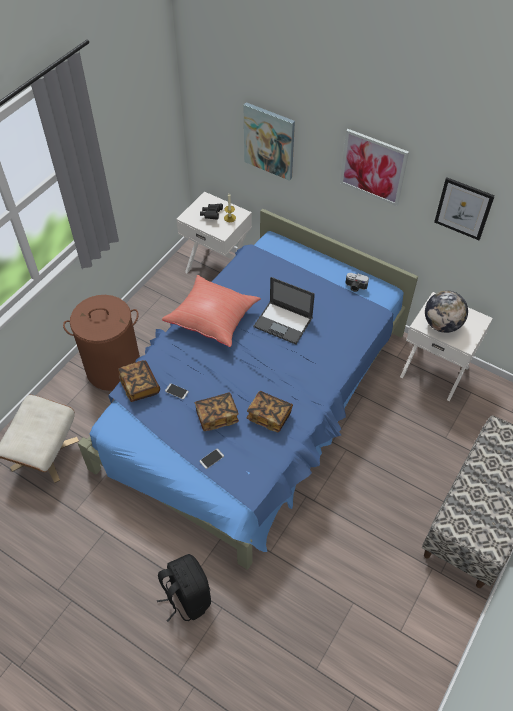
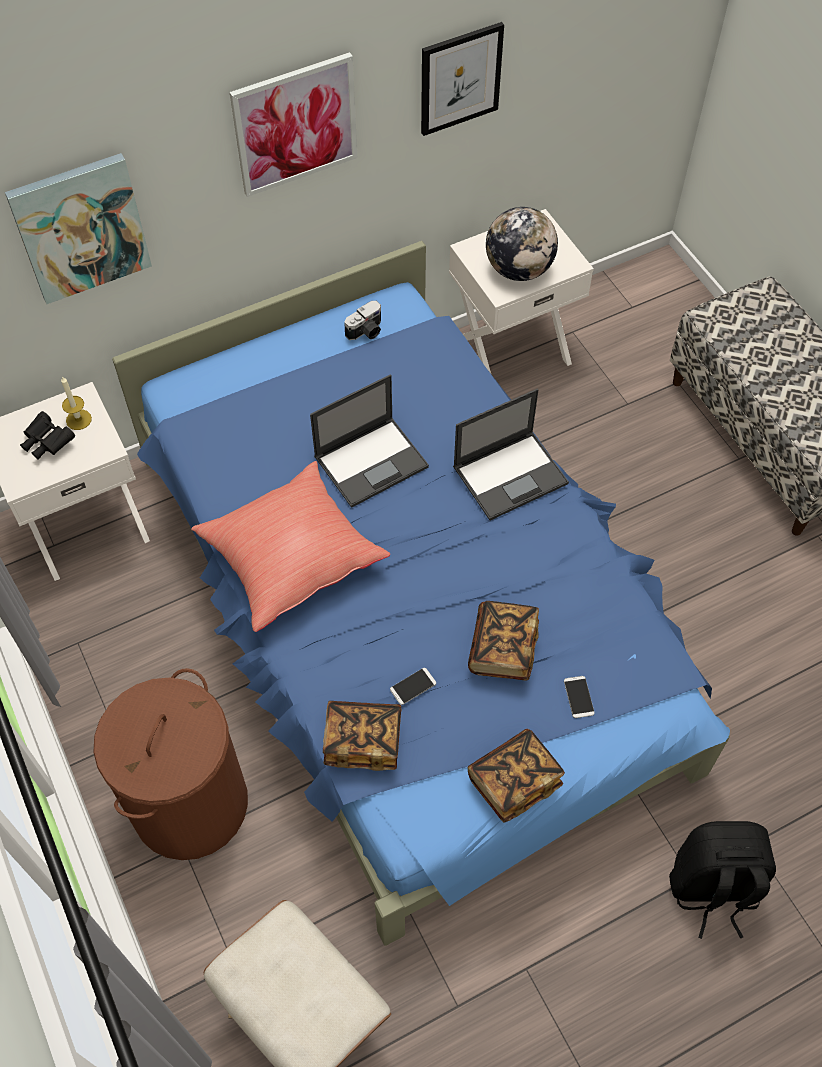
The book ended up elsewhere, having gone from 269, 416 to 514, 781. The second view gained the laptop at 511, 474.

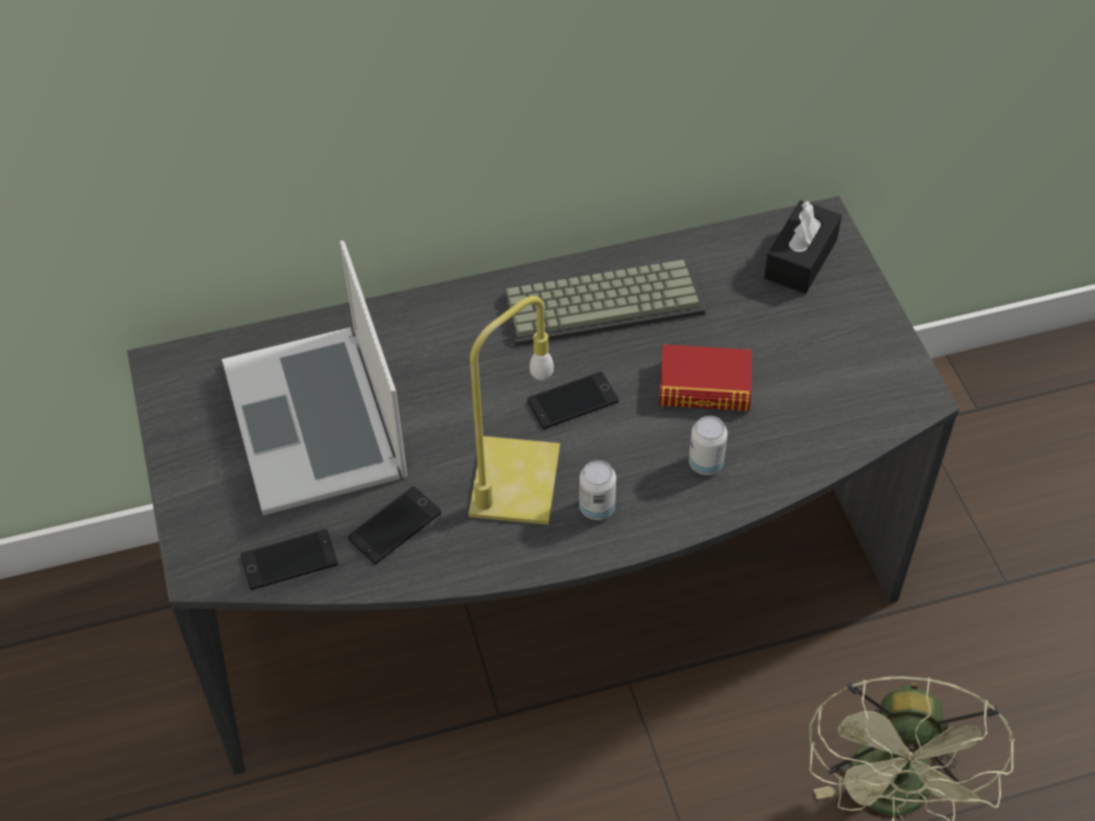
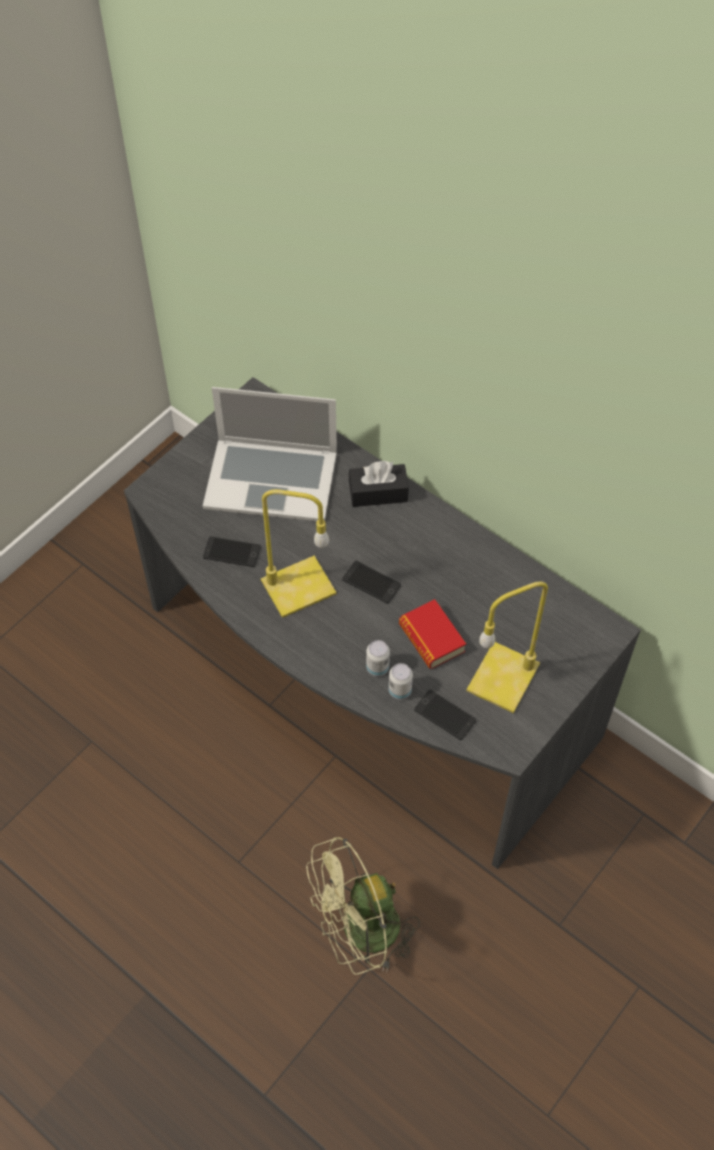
The laptop at 315, 418 ended up facing another way, 120 degrees counterclockwise from before. The phone ended up elsewhere, having gone from 289, 560 to 445, 715. The second view lost the keyboard at 604, 302. The can ended up elsewhere, having gone from 597, 508 to 400, 690. The black tissue box ended up elsewhere, having gone from 800, 259 to 378, 492. The second view gained the yellow table lamp at 503, 675.

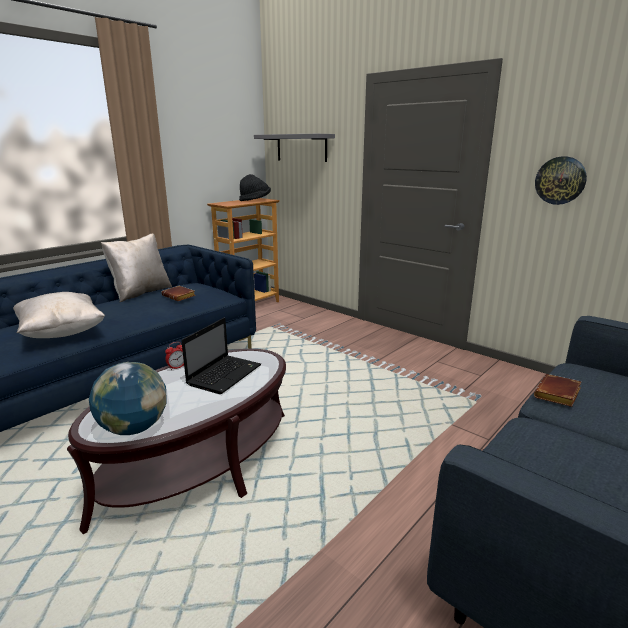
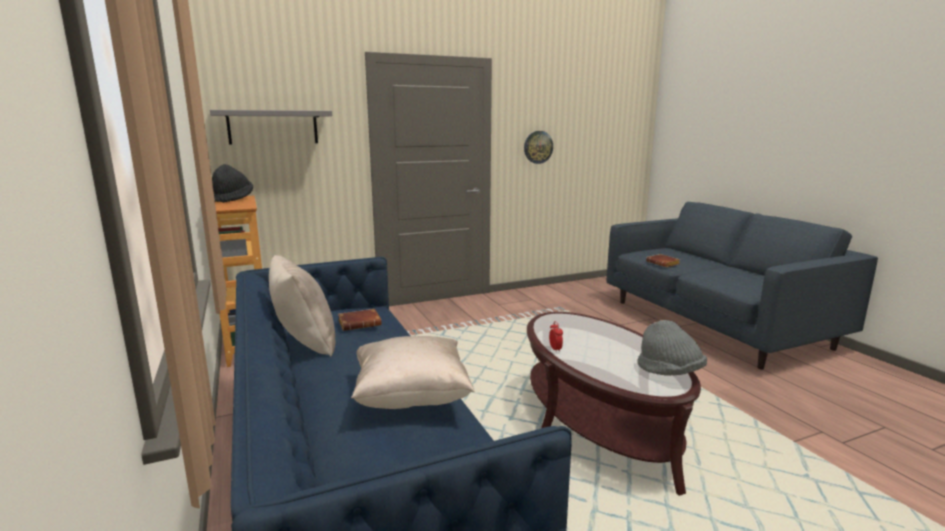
Where the globe stood at 134, 428, the grey hat came to stand at 669, 373. The second view lost the laptop at 225, 374.

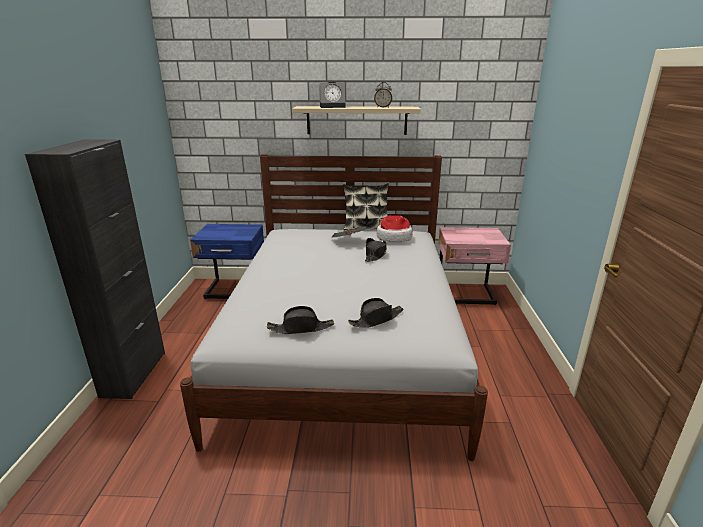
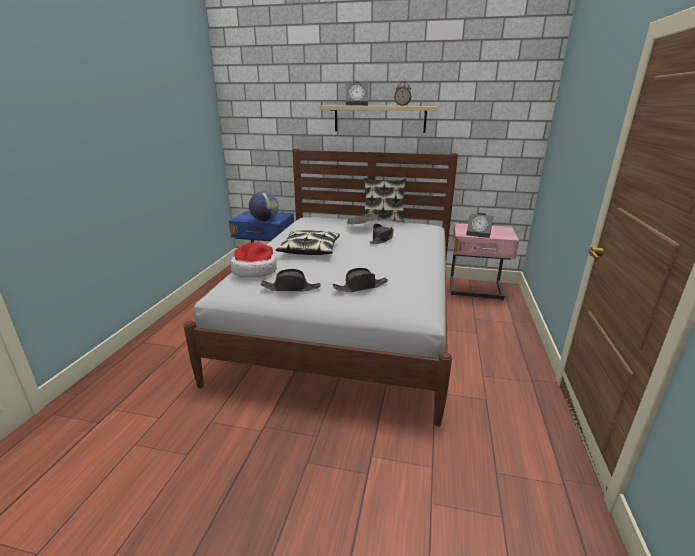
The second view lost the black cabinet at 134, 374. The hat ended up elsewhere, having gone from 394, 237 to 255, 271. The second view gained the globe at 265, 220. The second view gained the pillow at 310, 250. The second view gained the alarm clock at 479, 234.

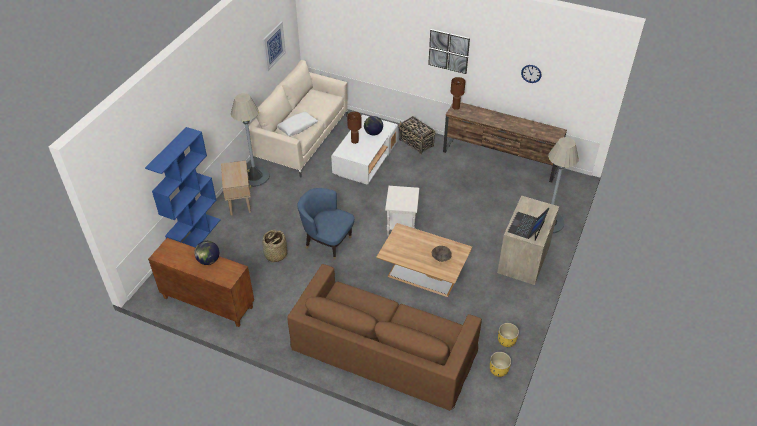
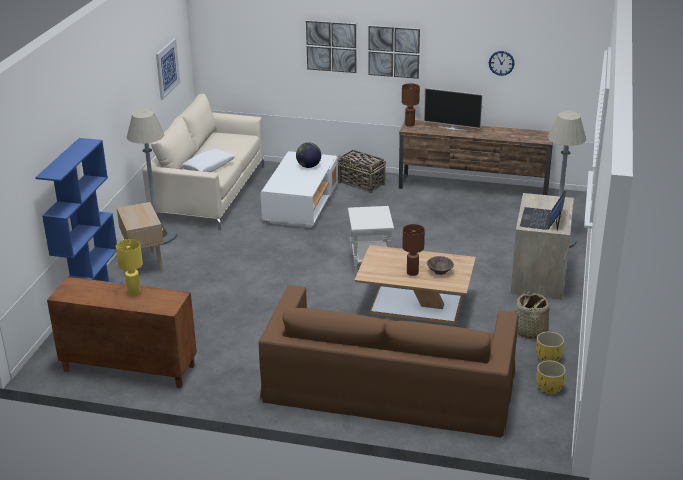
Where the globe stood at 208, 260, the yellow table lamp came to stand at 134, 292. The basket ended up elsewhere, having gone from 275, 254 to 530, 331. The second view lost the blue armchair at 327, 242. The brown table lamp ended up elsewhere, having gone from 355, 141 to 412, 273. The second view gained the picture at 331, 46. The second view gained the television at 452, 128.

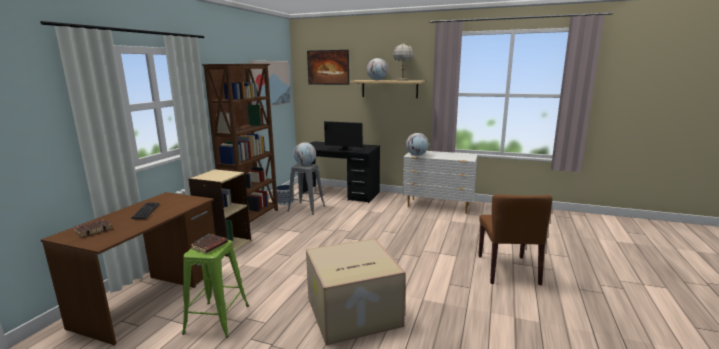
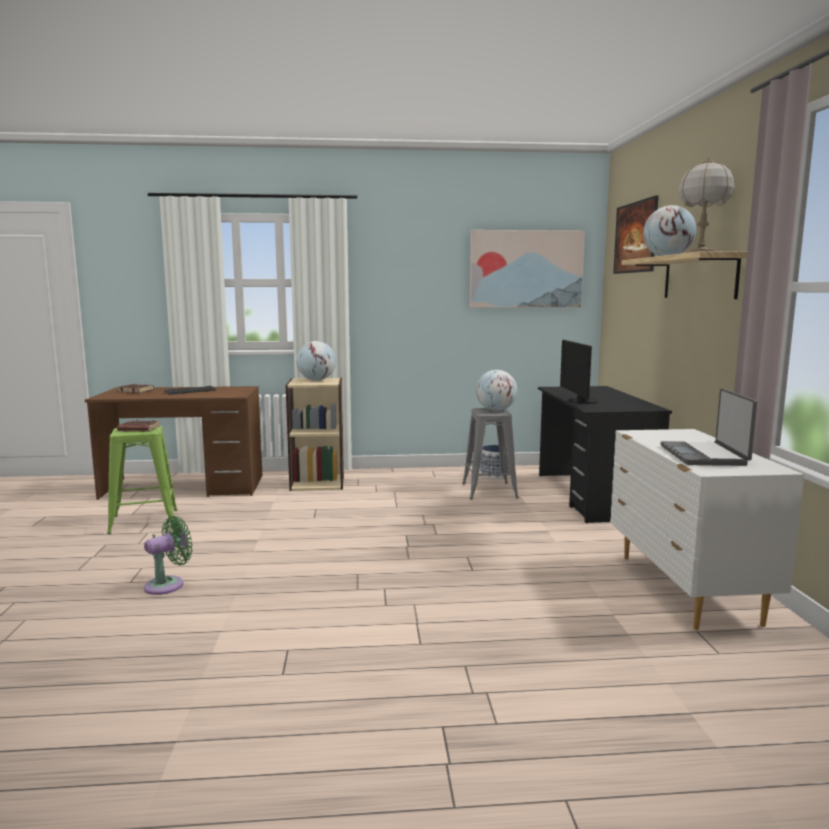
The second view lost the brown bookcase at 252, 219. Where the cardboard box stood at 352, 312, the green fan came to stand at 168, 584. The globe ended up elsewhere, having gone from 416, 155 to 316, 380. The second view lost the brown chair at 508, 270. The second view gained the laptop at 704, 455.

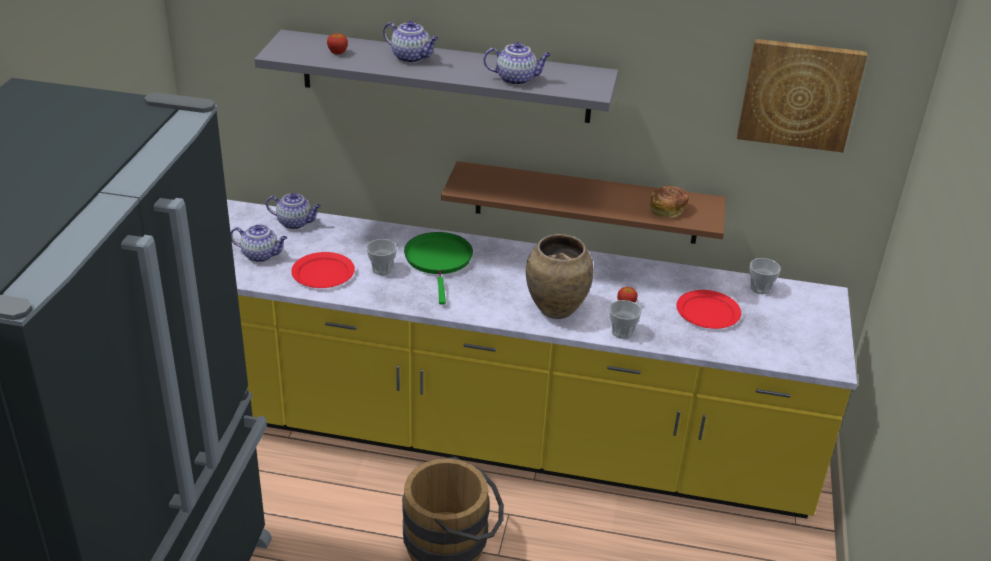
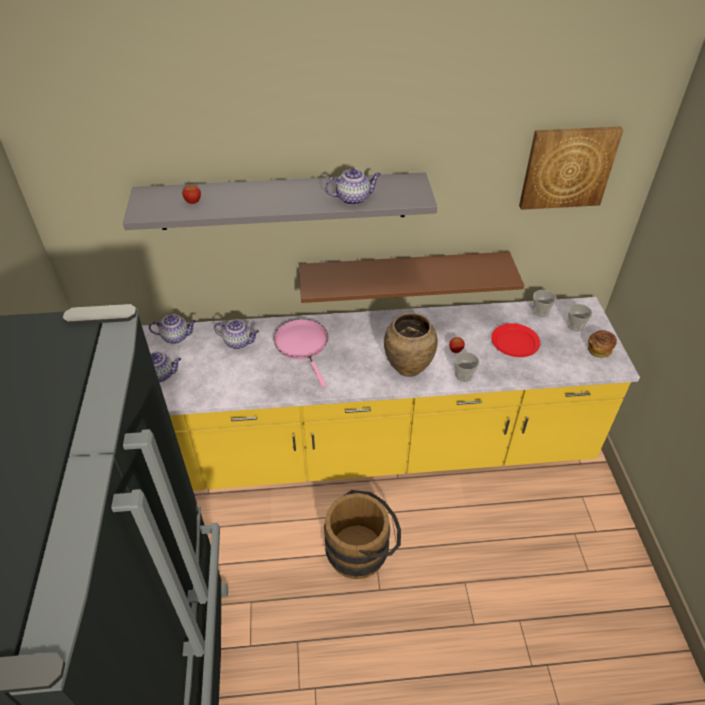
The second view lost the red plate at 323, 273. The cup ended up elsewhere, having gone from 382, 269 to 575, 326. The teapot ended up elsewhere, having gone from 411, 57 to 239, 342. What was the green frying pan at 439, 261 turned into the pink frying pan at 303, 345. The bread ended up elsewhere, having gone from 668, 209 to 600, 348.

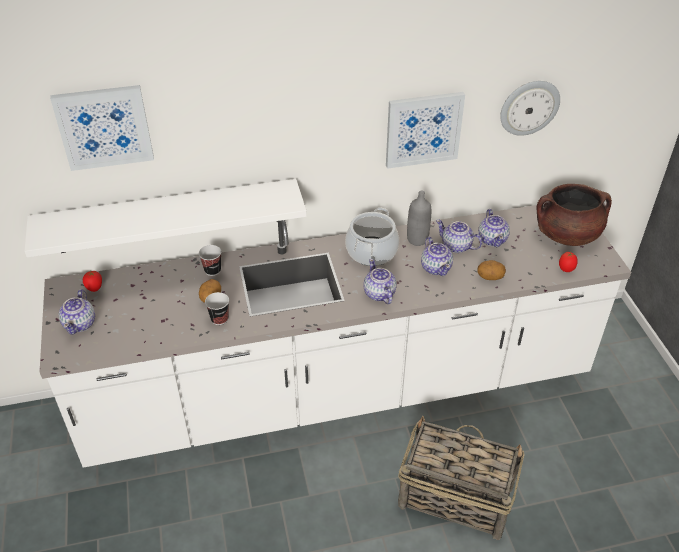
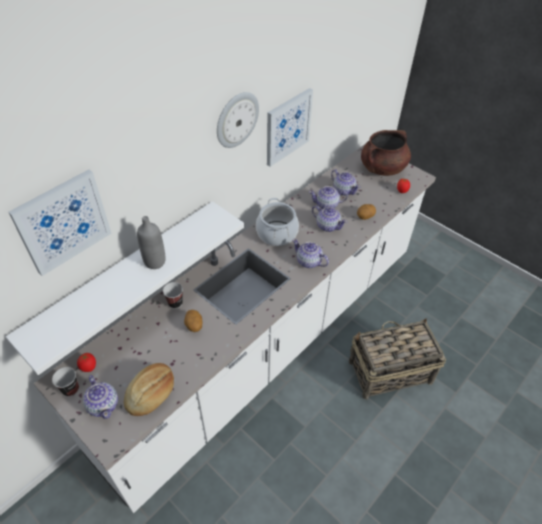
The cup ended up elsewhere, having gone from 219, 319 to 70, 389. The grey bottle ended up elsewhere, having gone from 417, 239 to 155, 262. The wall clock ended up elsewhere, having gone from 529, 107 to 236, 119. The second view gained the bread at 151, 394.

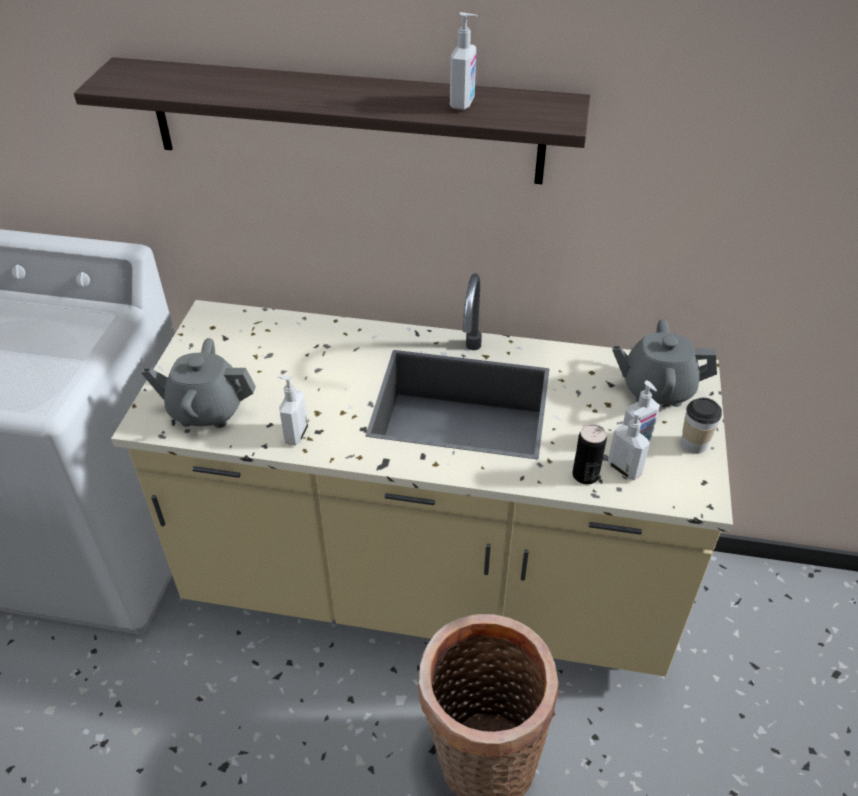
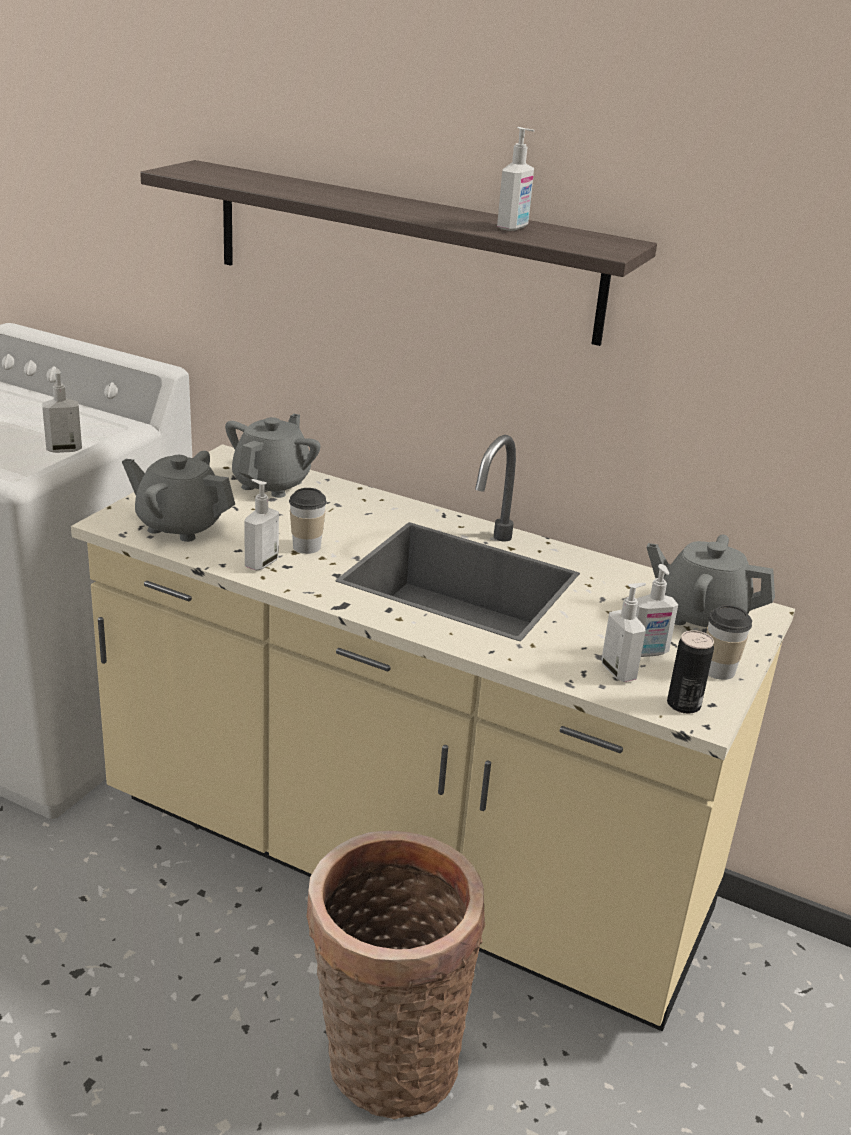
The can ended up elsewhere, having gone from 585, 475 to 683, 705. The second view gained the soap dispenser at 64, 449. The second view gained the grey teapot at 272, 484. The second view gained the cup at 306, 547.

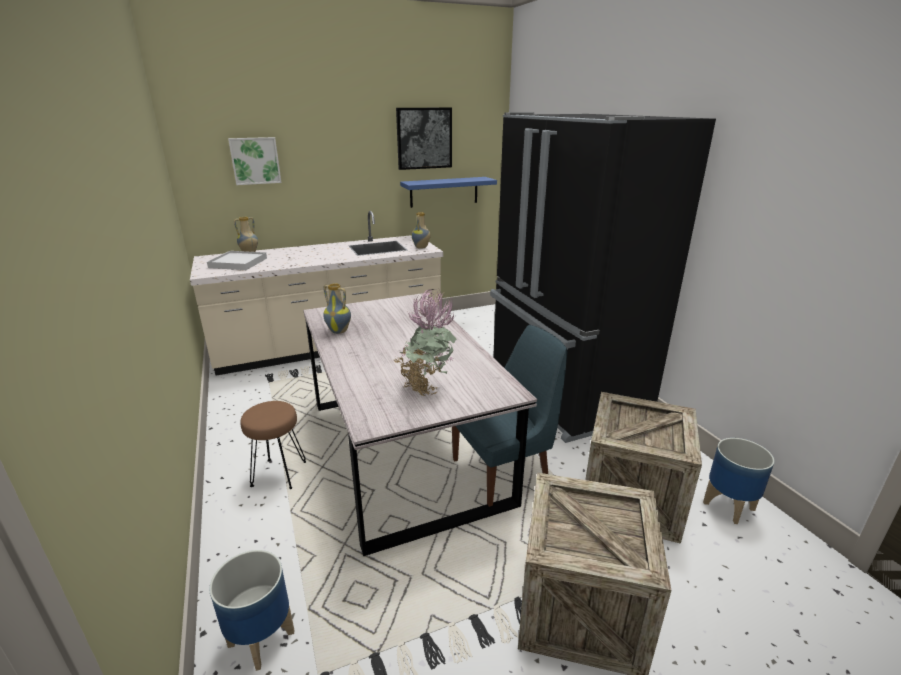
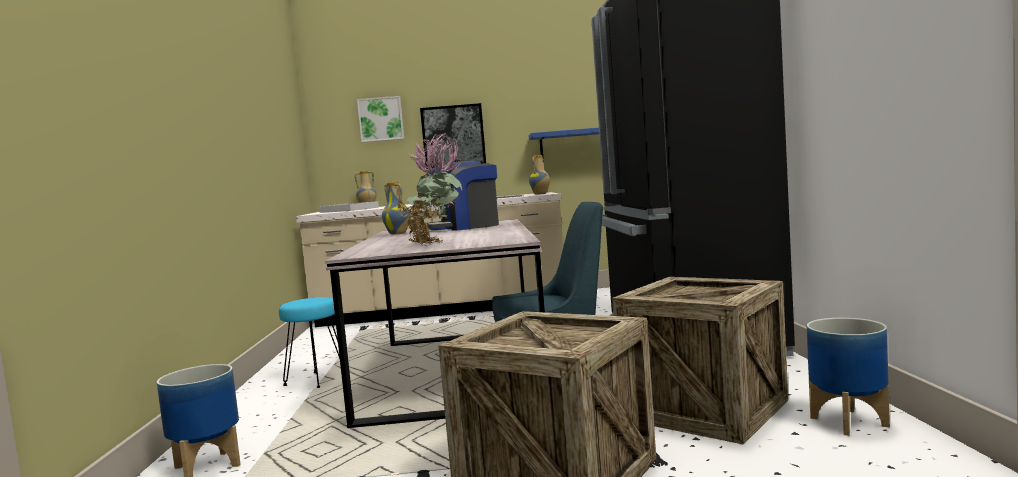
What was the brown stool at 279, 475 turned into the turquoise stool at 316, 380. The picture ended up elsewhere, having gone from 424, 138 to 453, 136. The second view gained the coffee machine at 464, 227.

